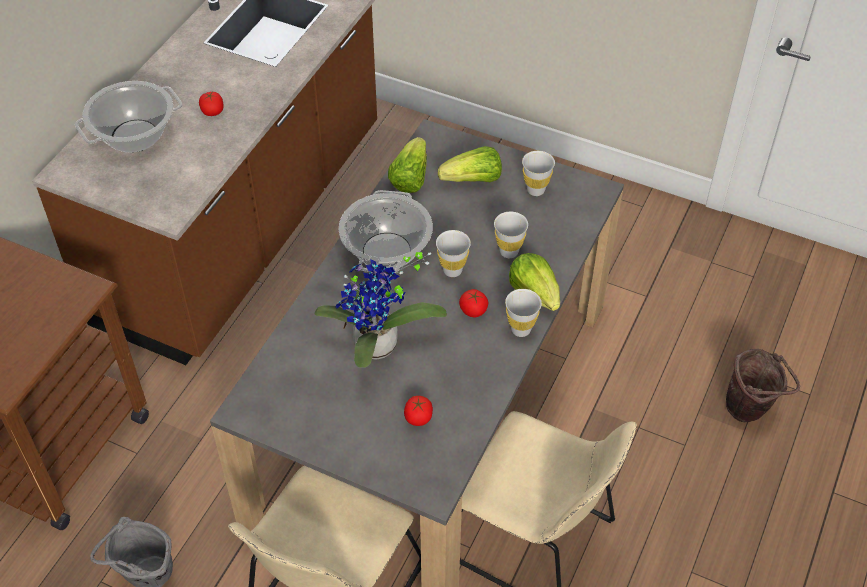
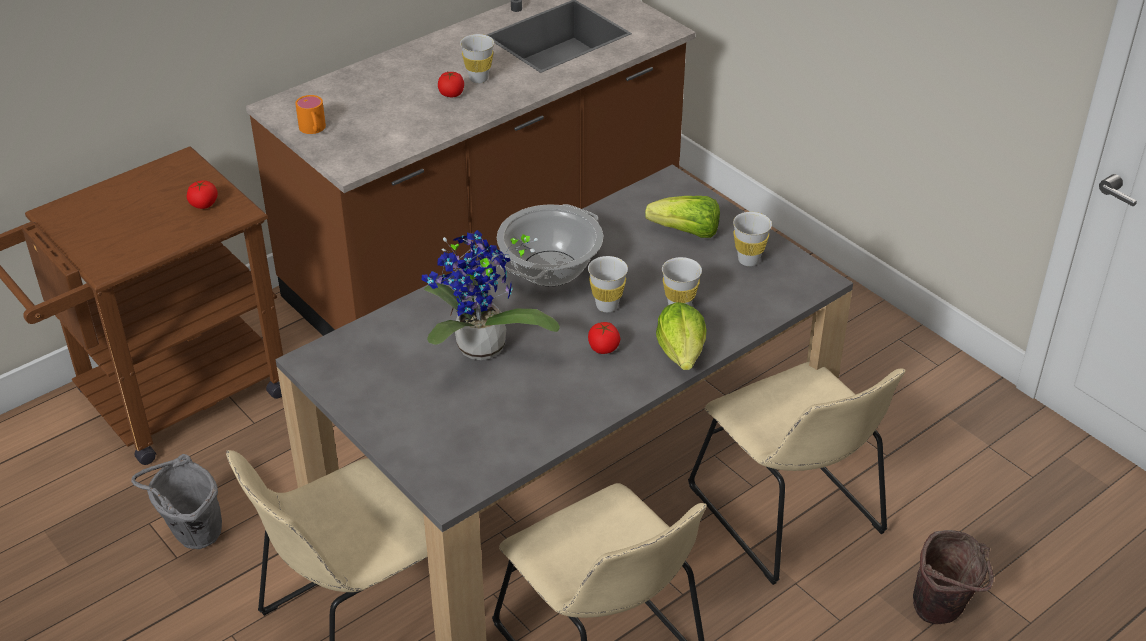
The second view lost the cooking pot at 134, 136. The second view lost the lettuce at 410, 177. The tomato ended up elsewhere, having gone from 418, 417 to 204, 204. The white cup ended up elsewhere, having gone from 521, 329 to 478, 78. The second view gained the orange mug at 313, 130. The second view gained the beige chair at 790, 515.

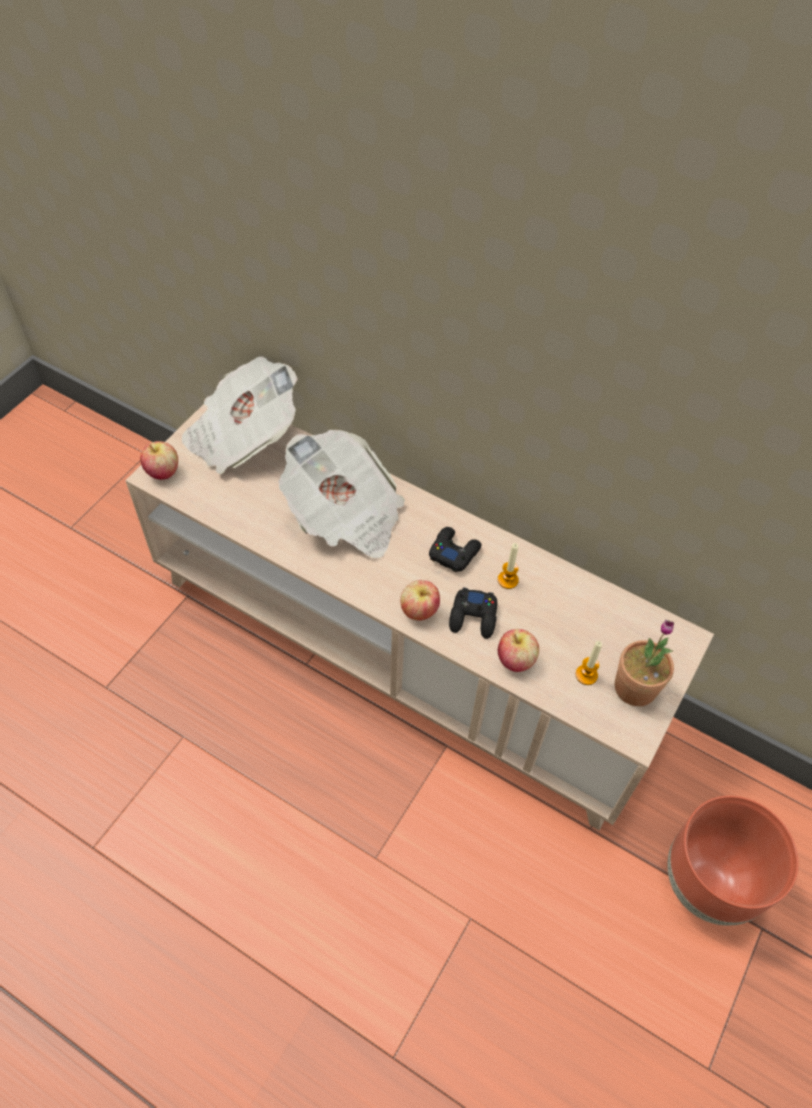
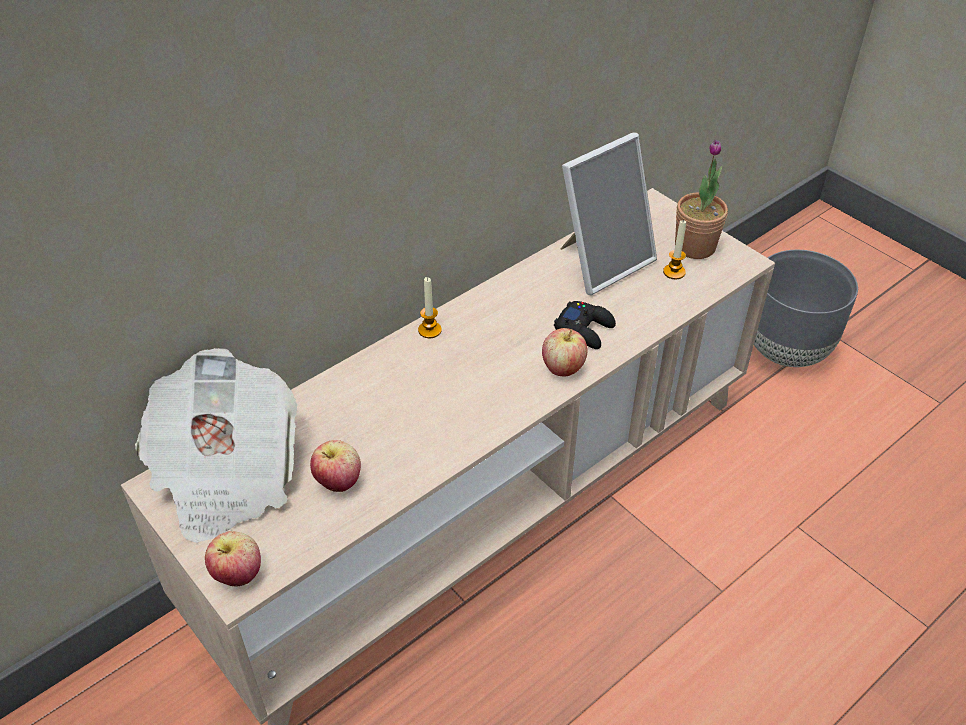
The second view lost the newspaper at 345, 515. The second view lost the black game controller at 454, 552. The candle ended up elsewhere, having gone from 507, 580 to 429, 330. The apple ended up elsewhere, having gone from 515, 660 to 338, 482. What was the brown planter at 709, 882 turned into the grey planter at 786, 350. The second view gained the picture frame at 602, 261.

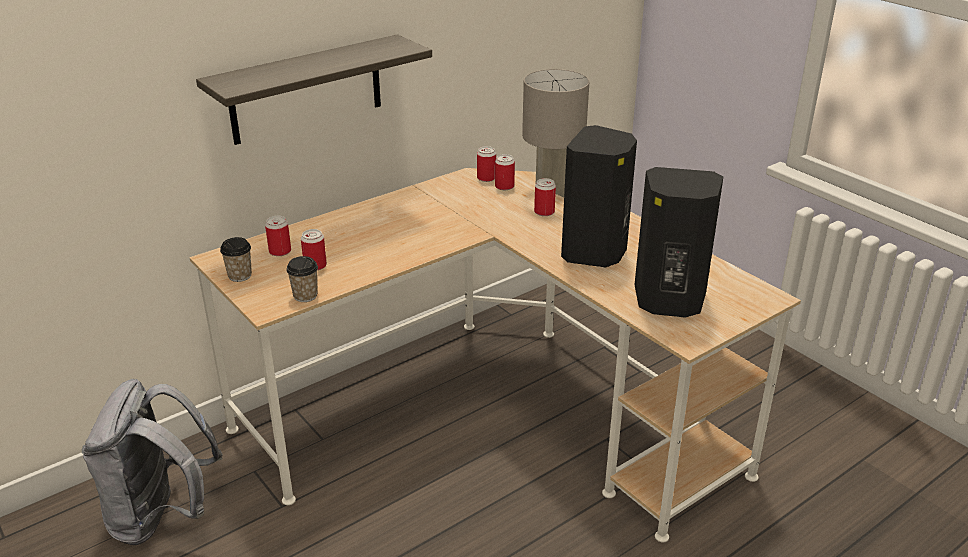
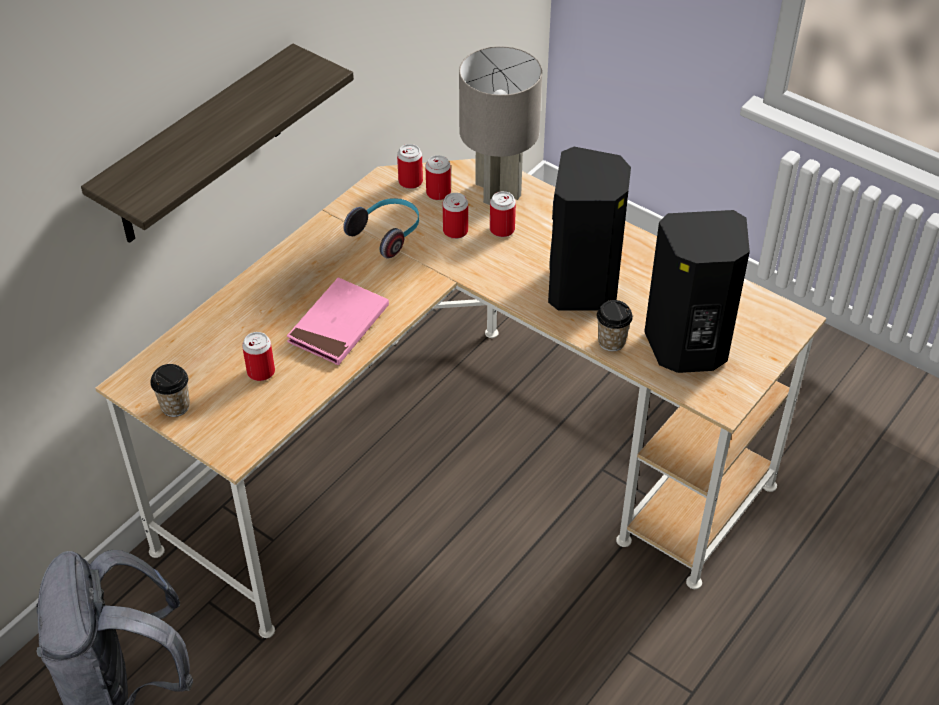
The can ended up elsewhere, having gone from 280, 251 to 455, 231. The cup ended up elsewhere, having gone from 305, 296 to 611, 342. The second view gained the pink book at 338, 325. The second view gained the headphones at 387, 234.

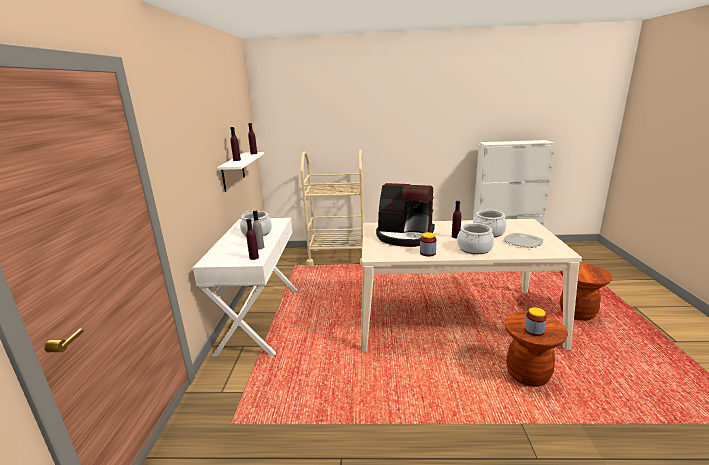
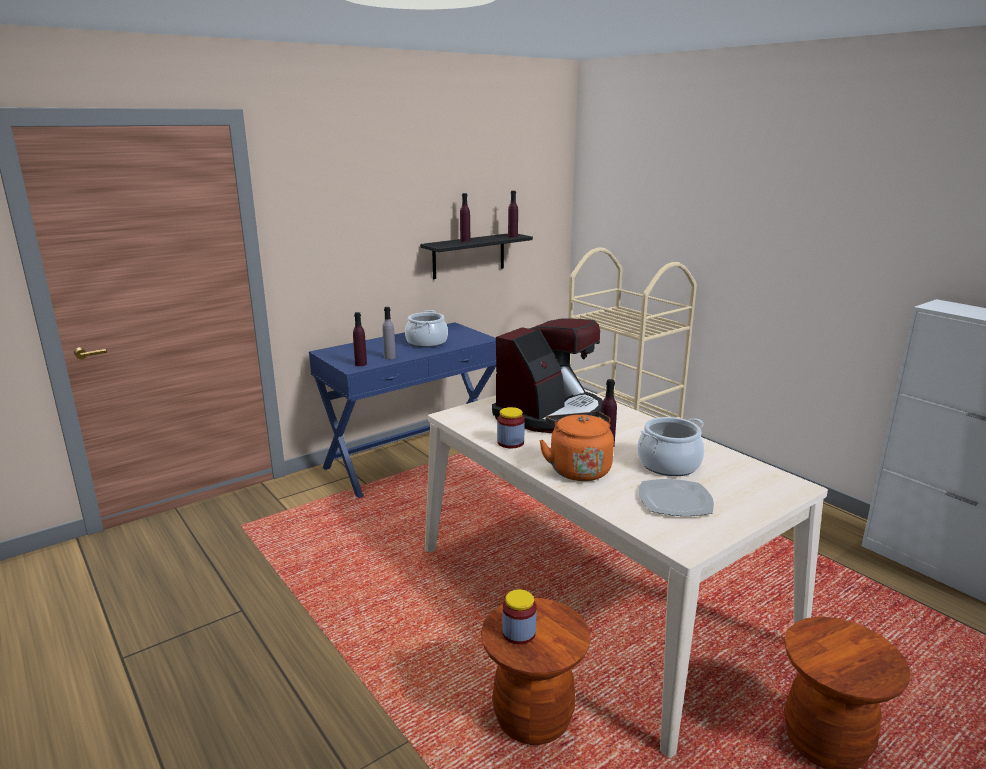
What was the white console table at 260, 318 turned into the blue console table at 411, 459. What was the white shelf at 233, 171 turned into the black shelf at 469, 255. The coffee machine at 405, 236 ended up facing another way, 120 degrees counterclockwise from before. Where the cooking pot stood at 474, 248, the orange kettle came to stand at 578, 469.

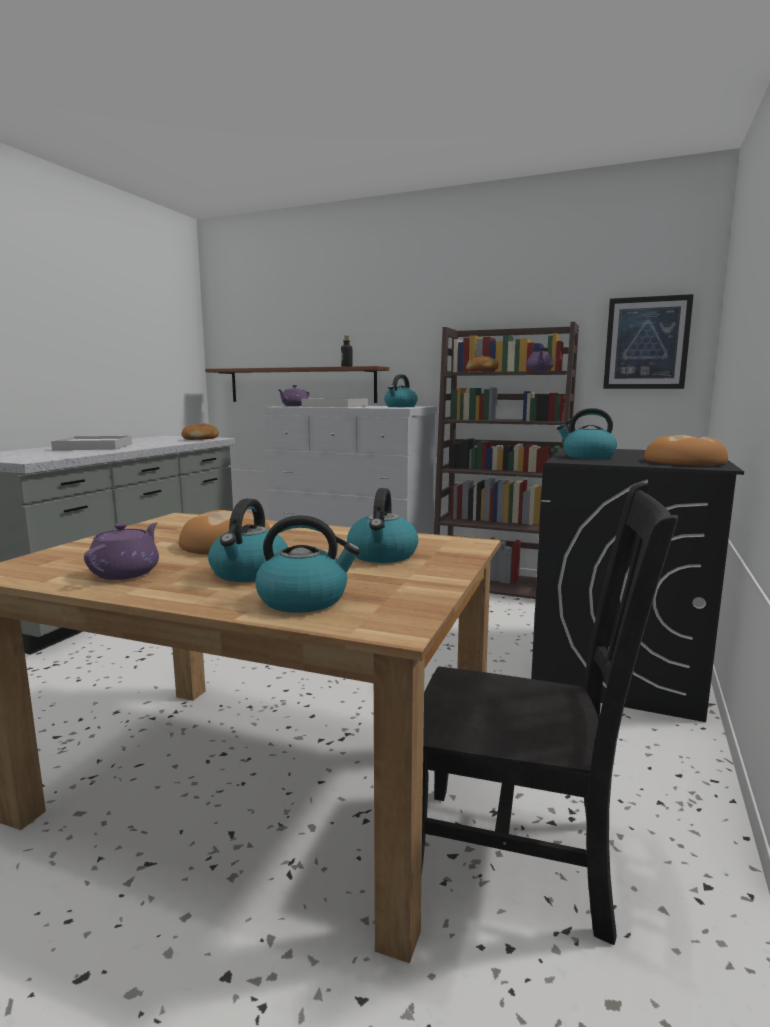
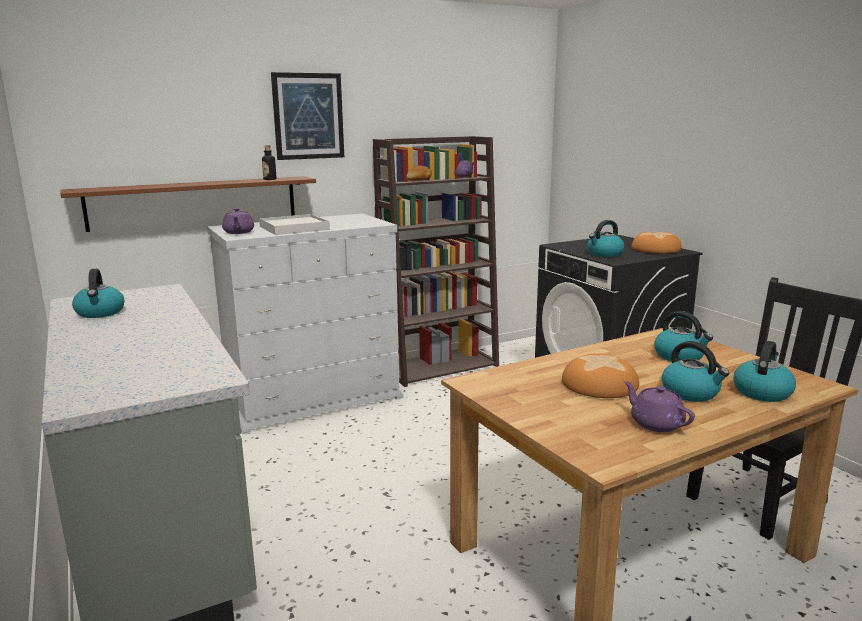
The second view lost the white tray at 94, 447. The second view lost the bread at 201, 439. The kettle ended up elsewhere, having gone from 400, 406 to 100, 313. The picture ended up elsewhere, having gone from 646, 343 to 308, 116.

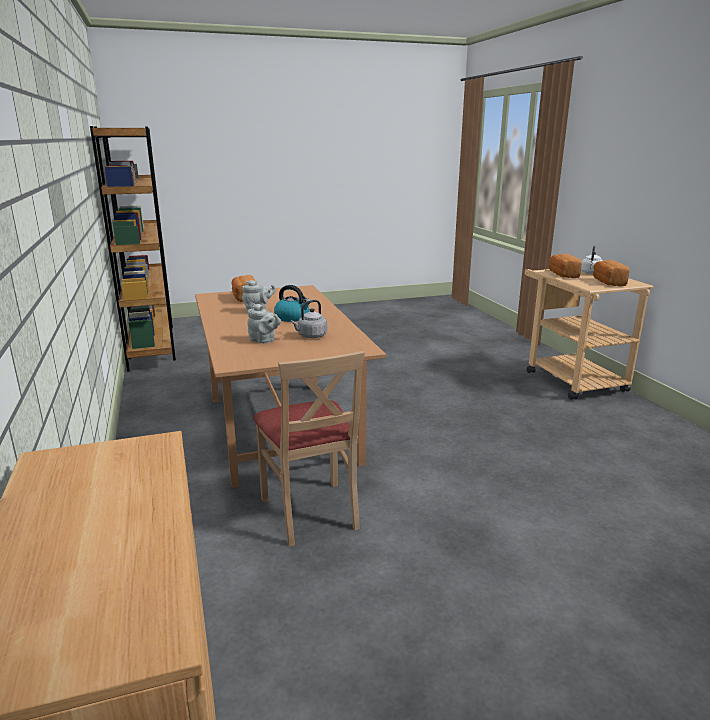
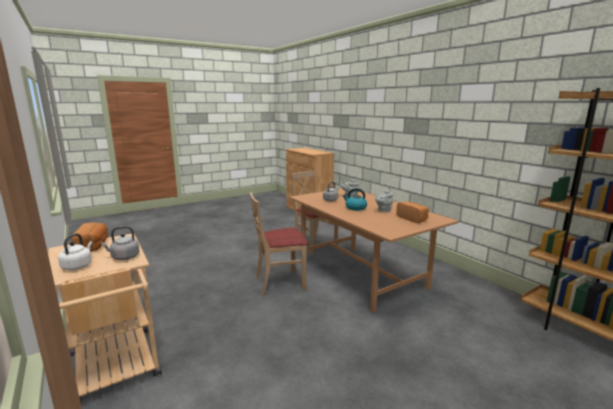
Where the bread stood at 562, 275, the grey kettle came to stand at 124, 257. The second view gained the beige chair at 280, 282.

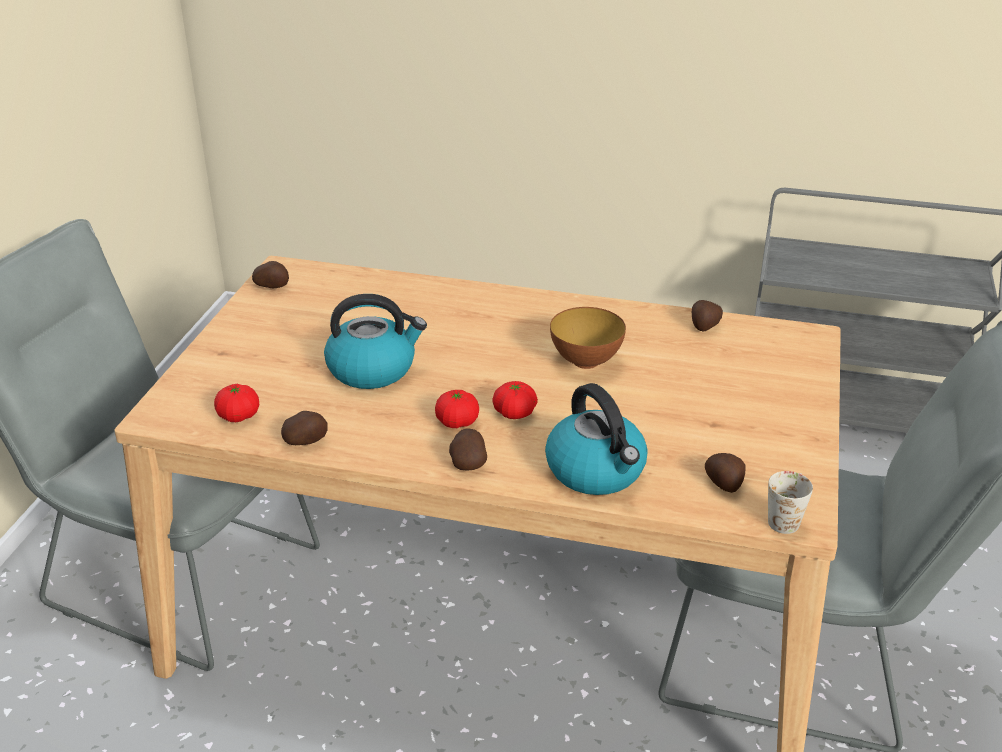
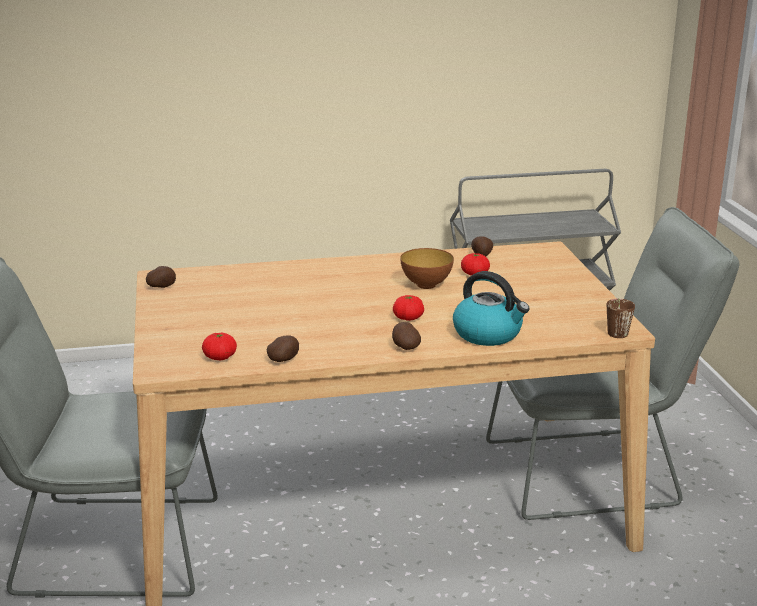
The second view lost the kettle at 373, 369. The tomato ended up elsewhere, having gone from 457, 422 to 475, 274. The second view lost the potato at 724, 484. What was the white mug at 786, 517 turned into the brown mug at 616, 331.

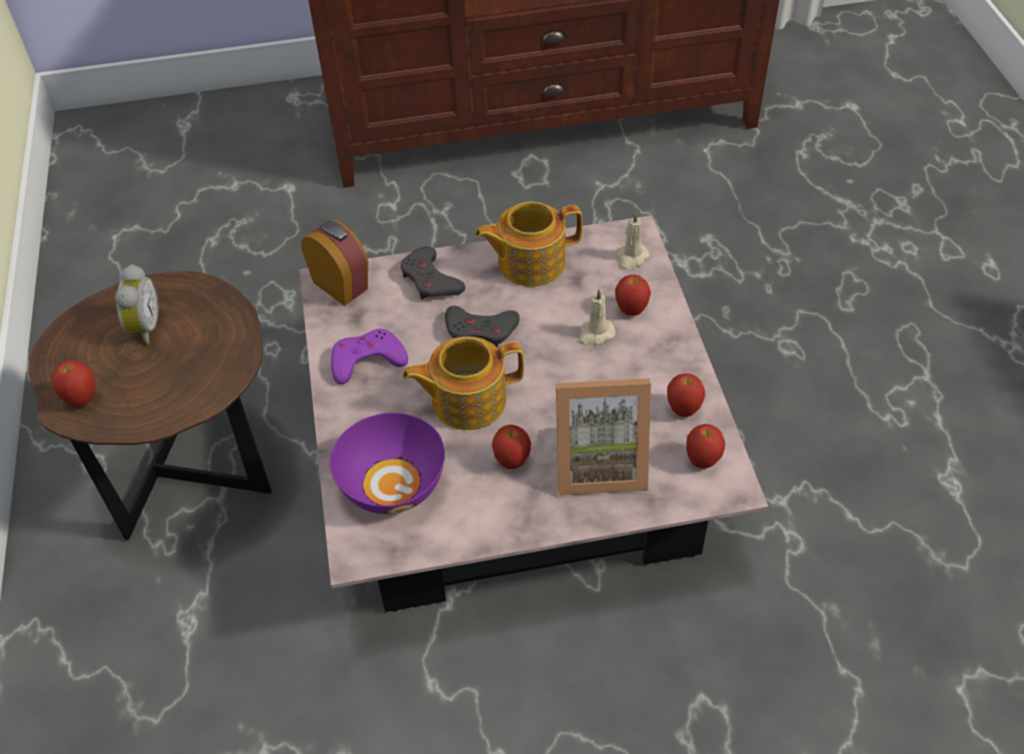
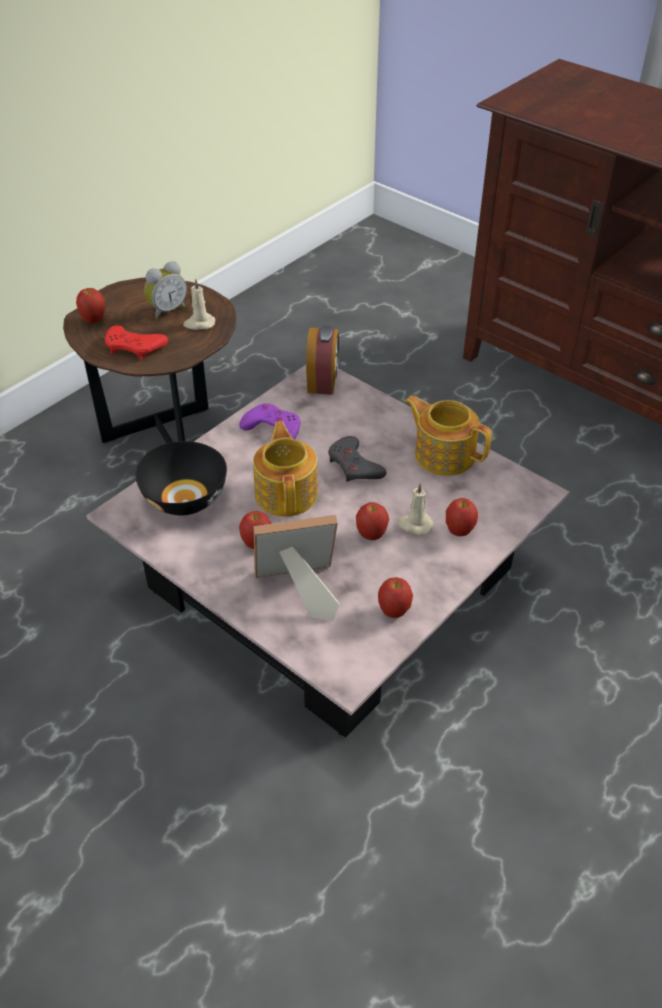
What was the purple bowl at 393, 483 turned into the black bowl at 186, 498. The second view lost the grey game controller at 431, 280. The teapot at 467, 400 ended up facing another way, 45 degrees clockwise from before. The picture frame at 599, 464 ended up facing another way, 120 degrees clockwise from before. The beige candle ended up elsewhere, having gone from 631, 258 to 199, 323. The apple ended up elsewhere, having gone from 702, 461 to 371, 535. The second view gained the red game controller at 134, 347.

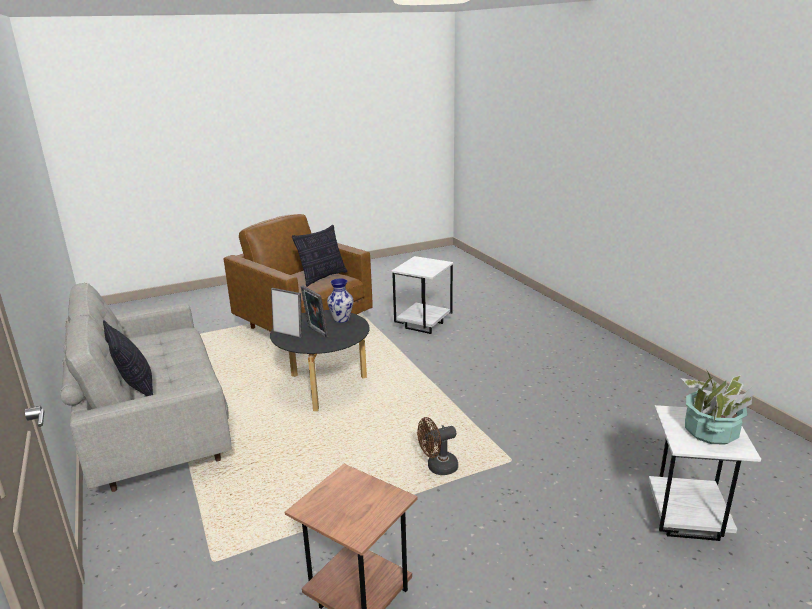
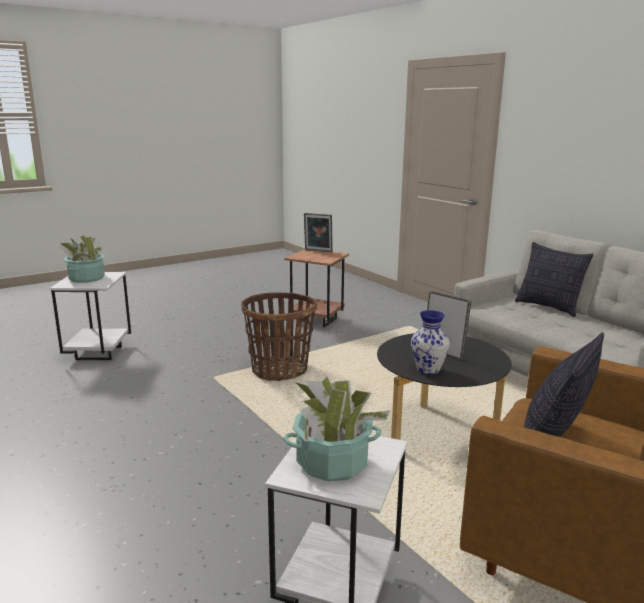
The picture frame ended up elsewhere, having gone from 288, 333 to 318, 251. Where the brown fan stood at 437, 468, the basket came to stand at 279, 370. The second view gained the potted plant at 332, 463.

